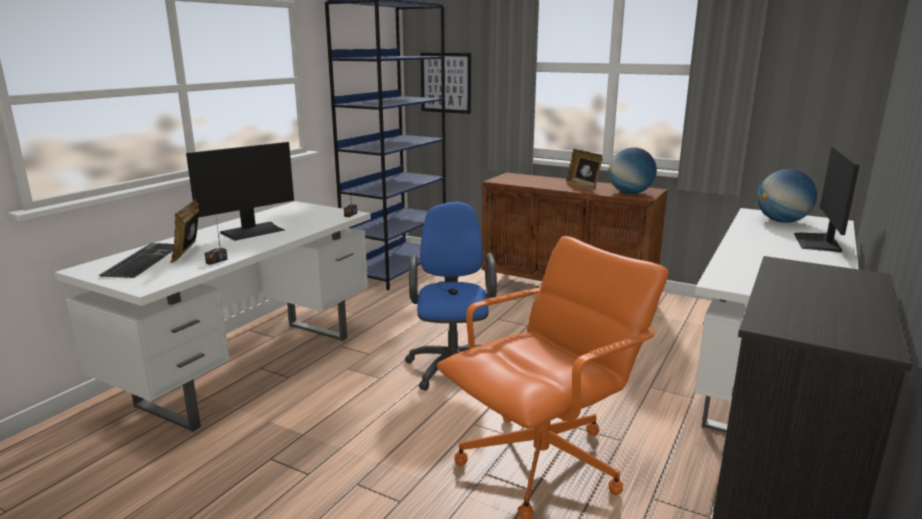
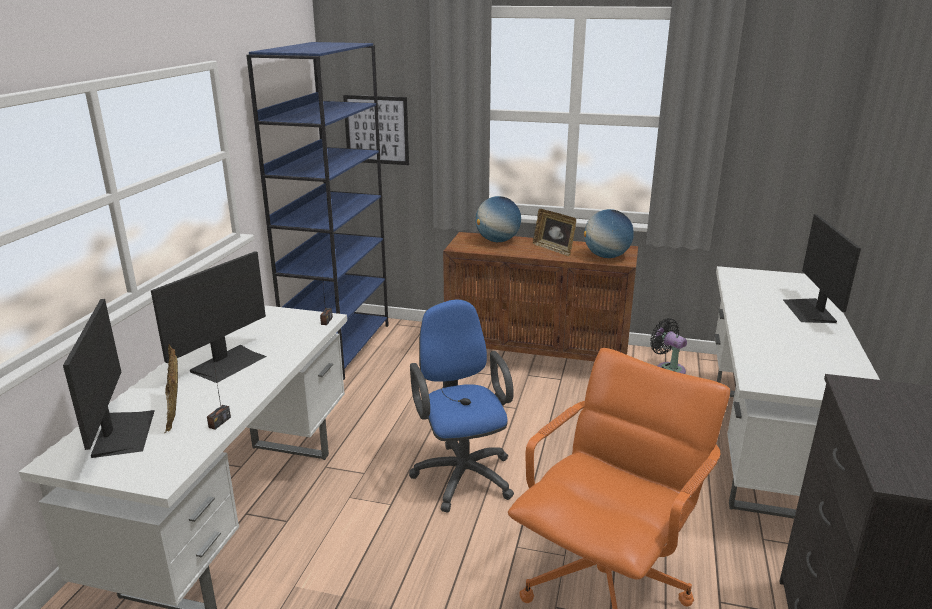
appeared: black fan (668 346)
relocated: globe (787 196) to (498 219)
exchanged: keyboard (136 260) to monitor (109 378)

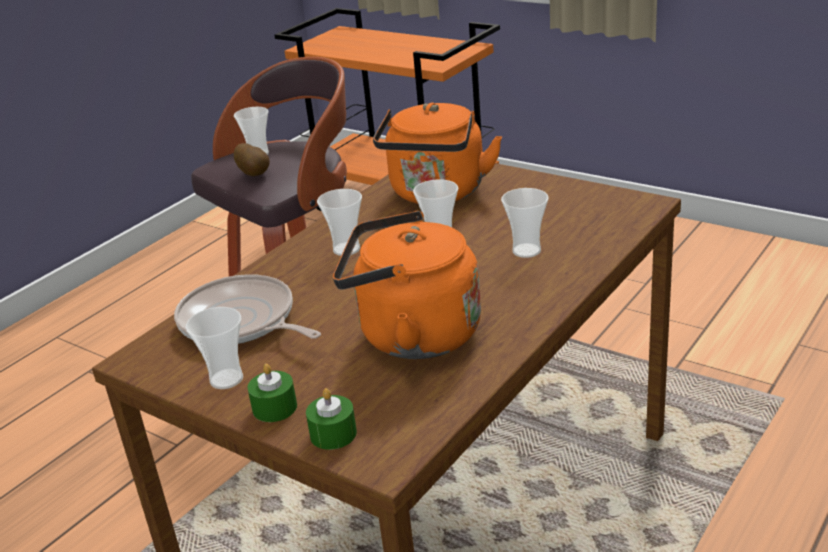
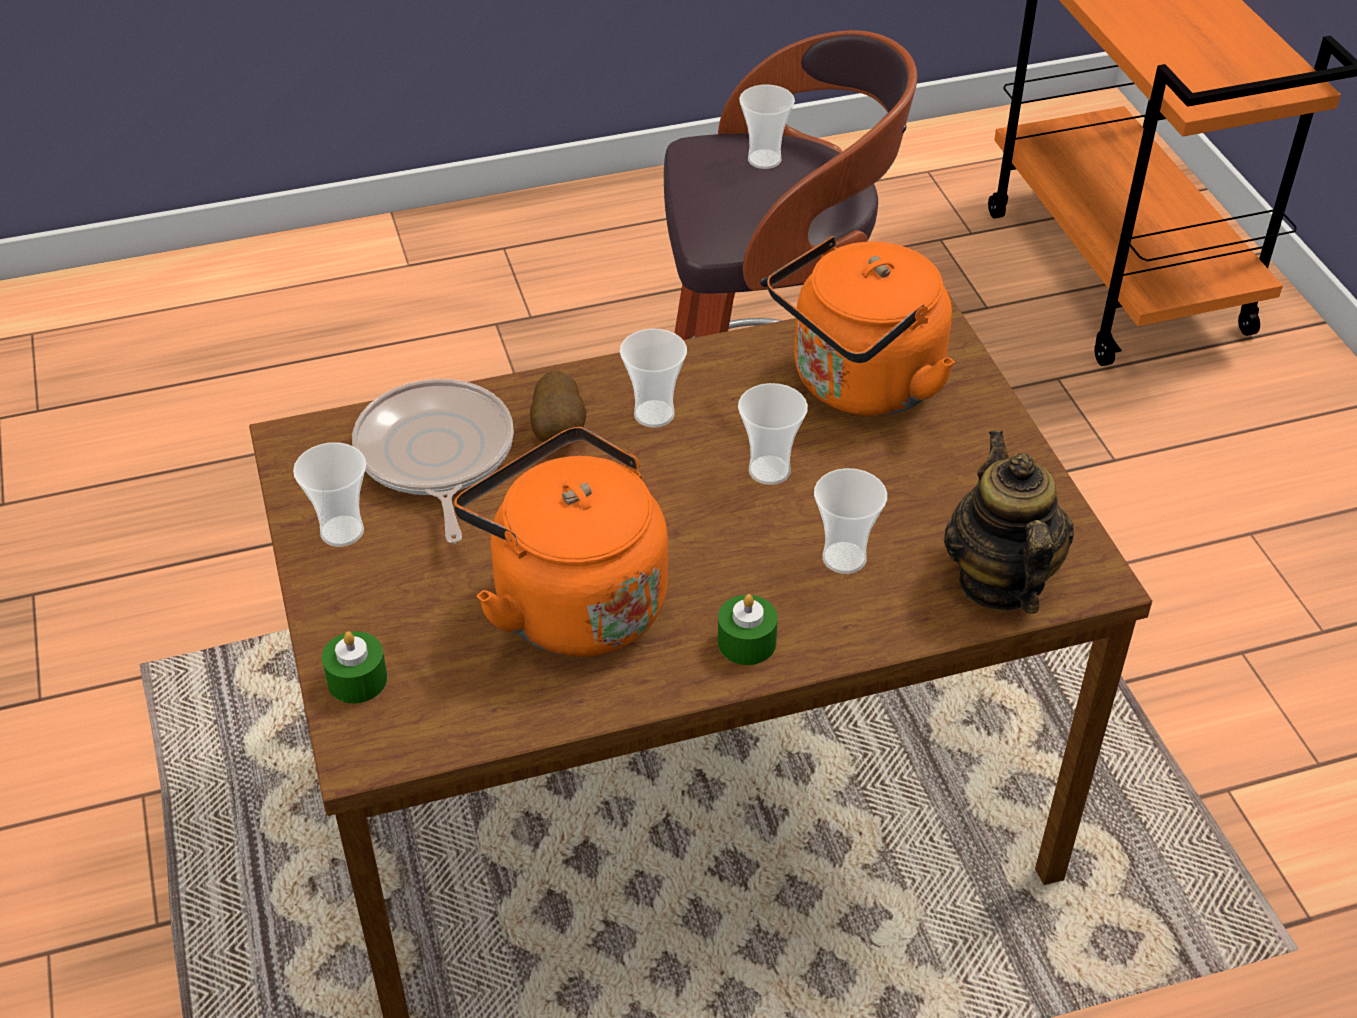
appeared: teapot (1009 522)
relocated: potato (252 159) to (558 406); green candle (272 393) to (748 629)

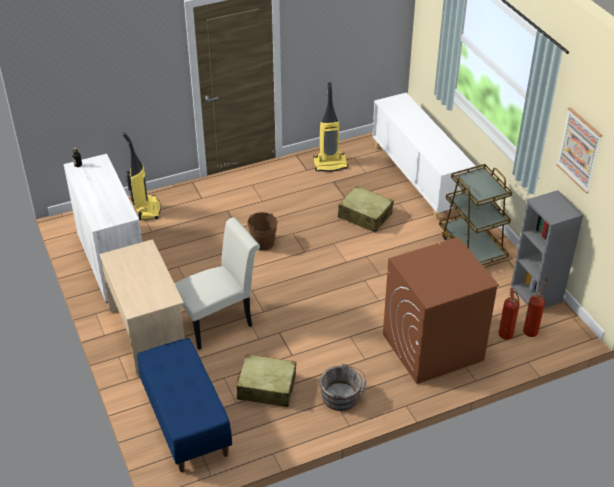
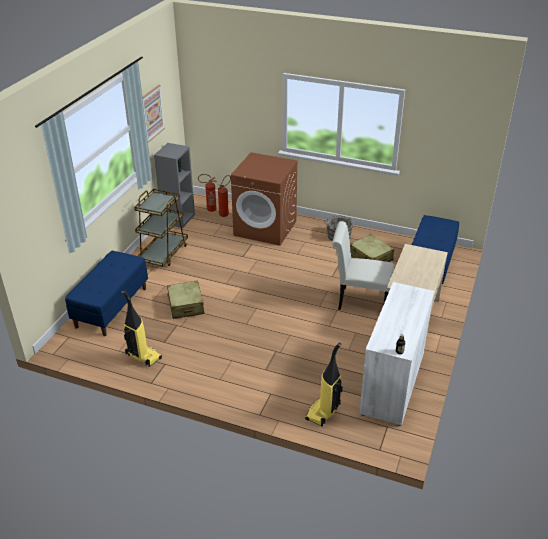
missing: brown bucket (262 231)
exchanged: white cabinet (424 156) to blue bench (106 293)

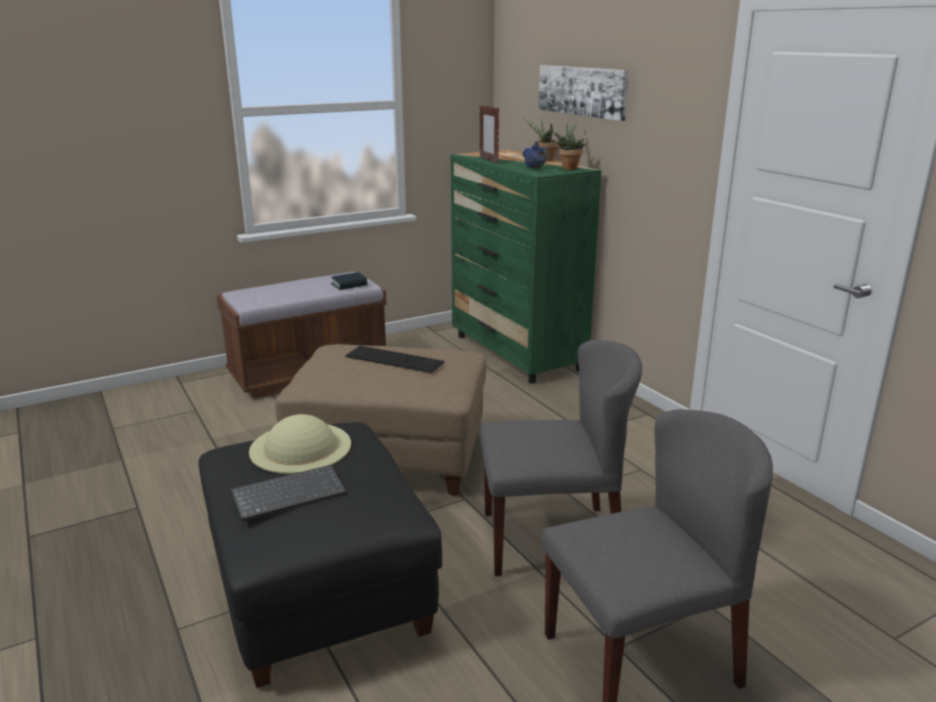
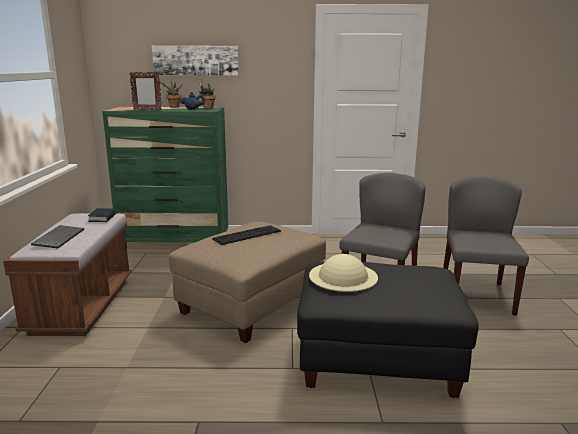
relocated: keyboard (288 493) to (57 237)

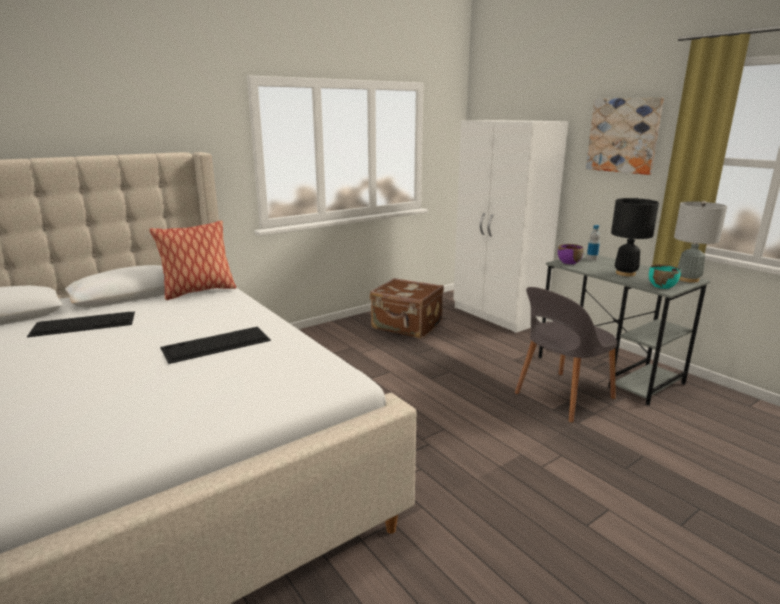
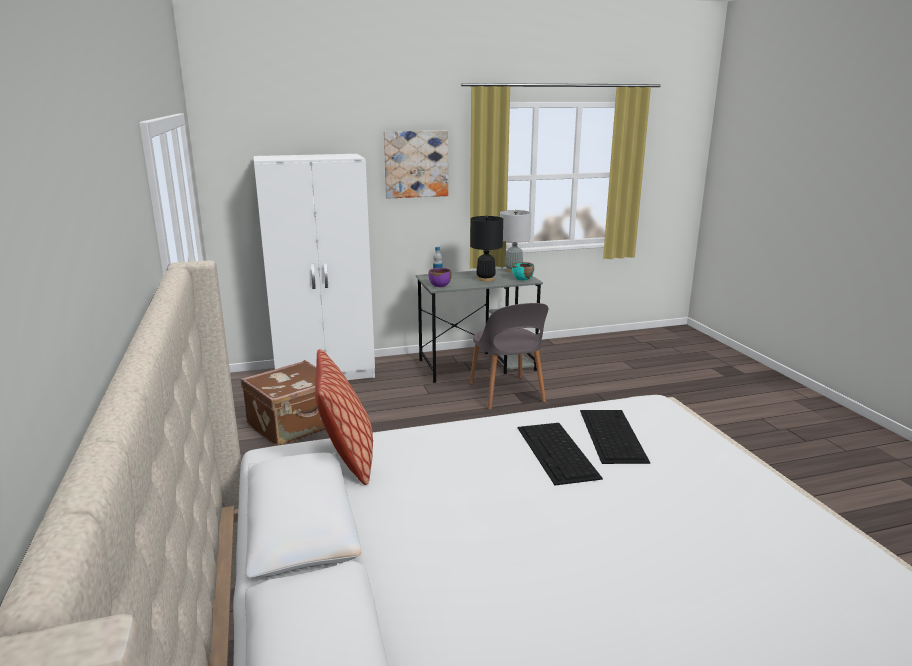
relocated: keyboard (81 324) to (615 437)

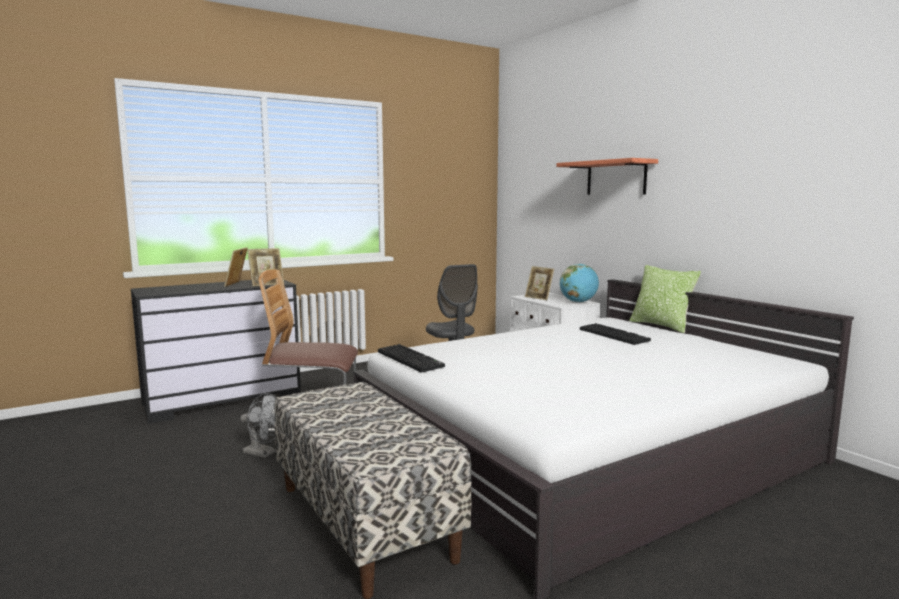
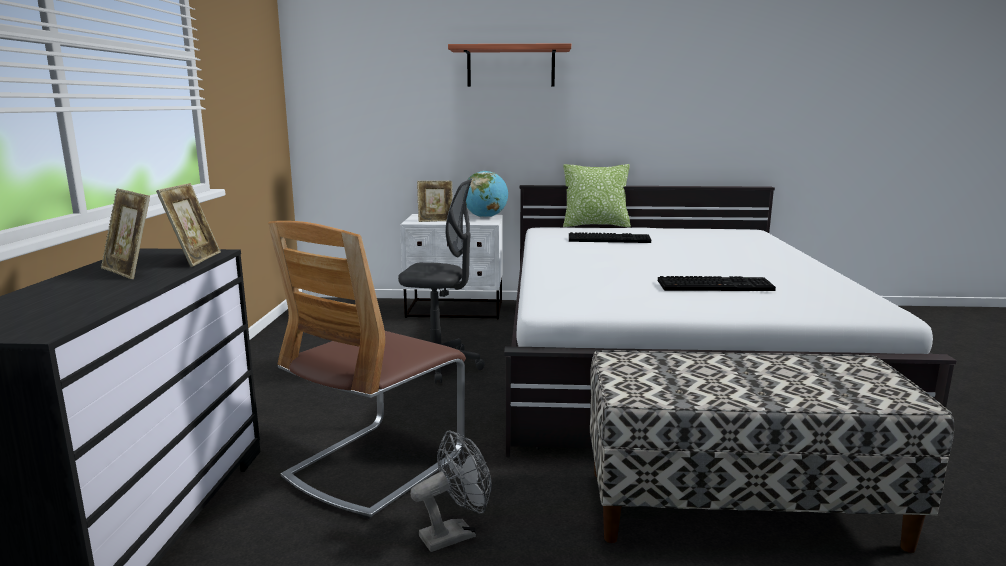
relocated: keyboard (411 358) to (717 283)

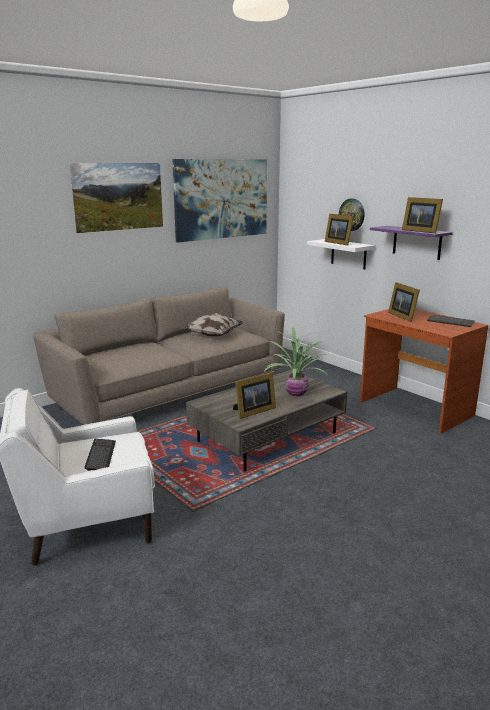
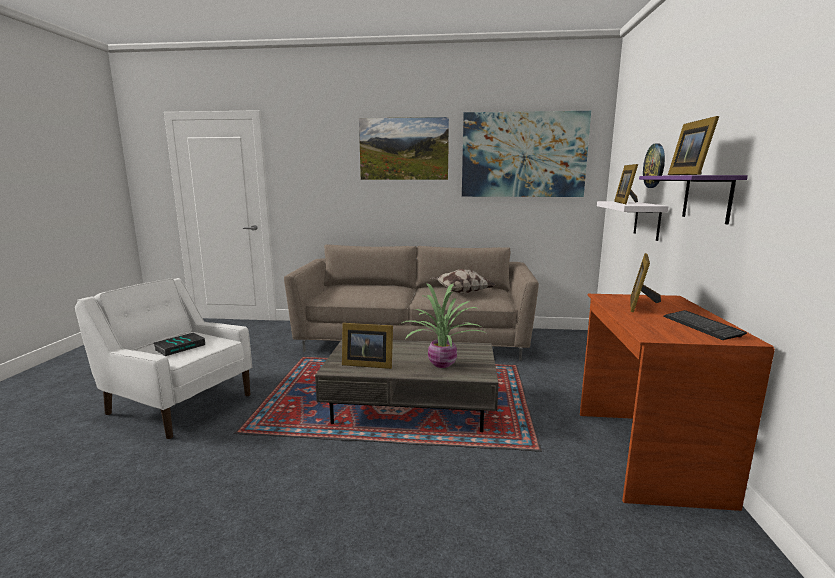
exchanged: keyboard (100 455) to book (179 344)

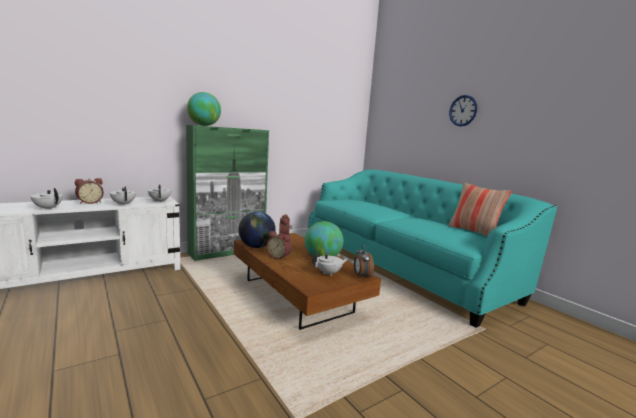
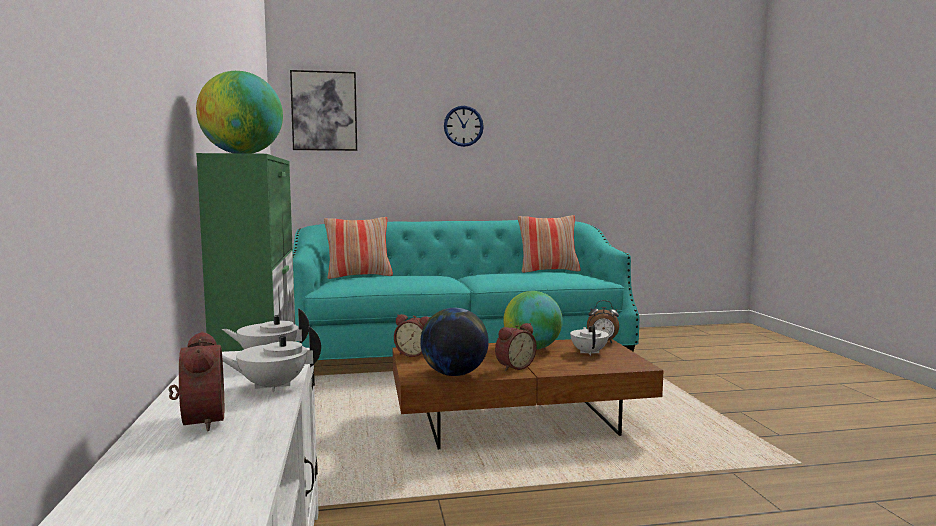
missing: white teapot (46 199)
appeared: picture (323 110); pillow (358 248)

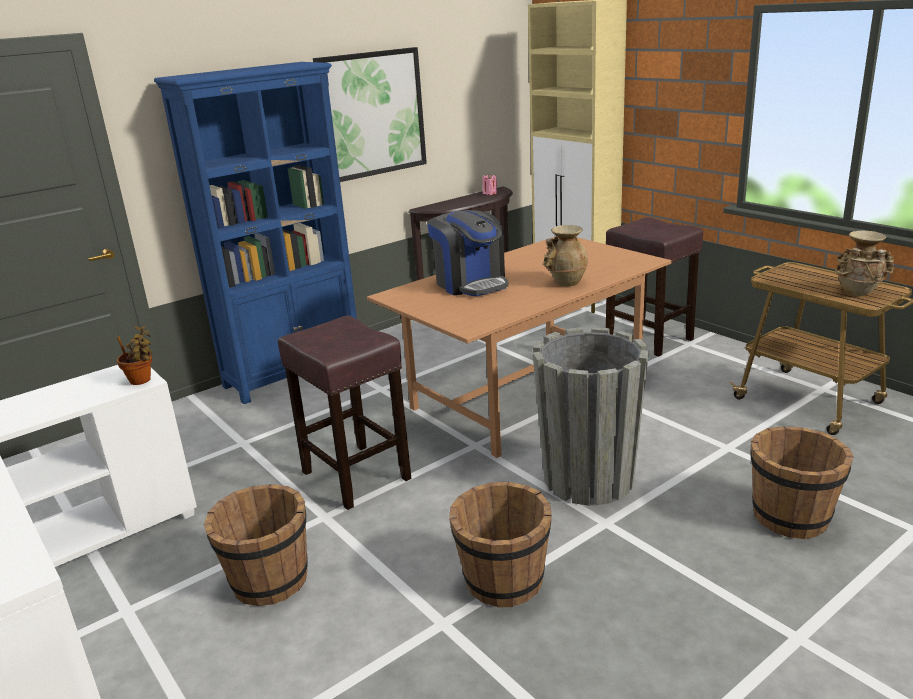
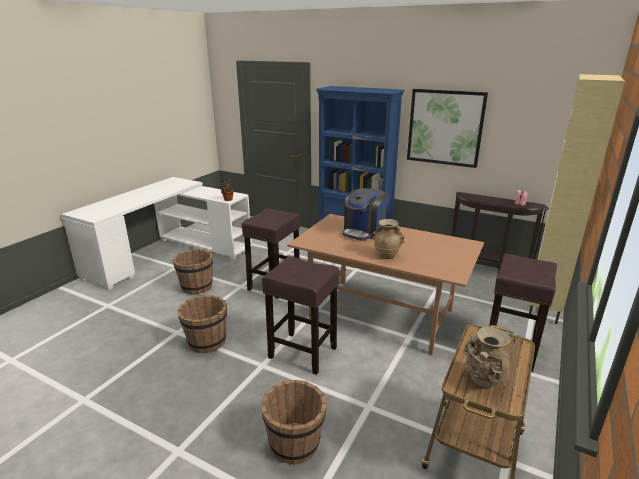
exchanged: grey planter (591 416) to brown stool (300 315)

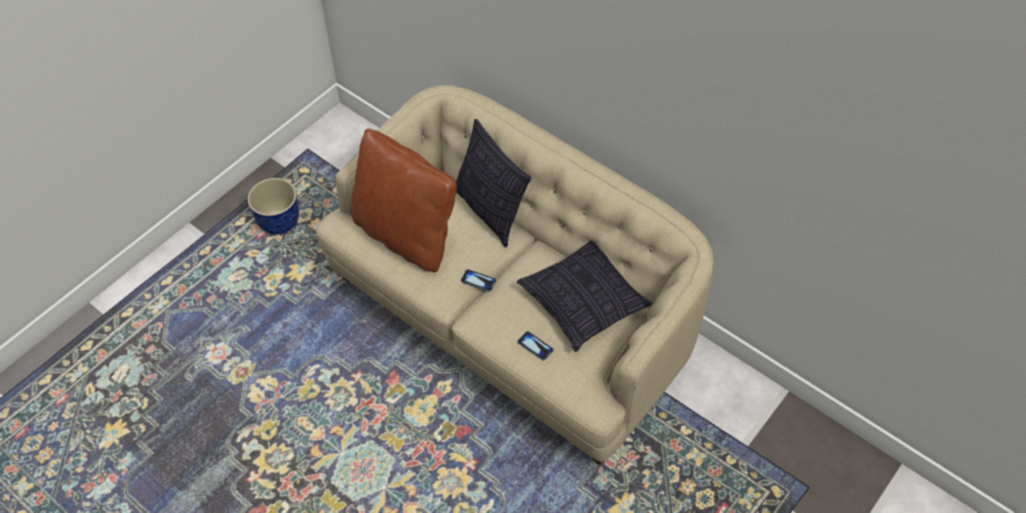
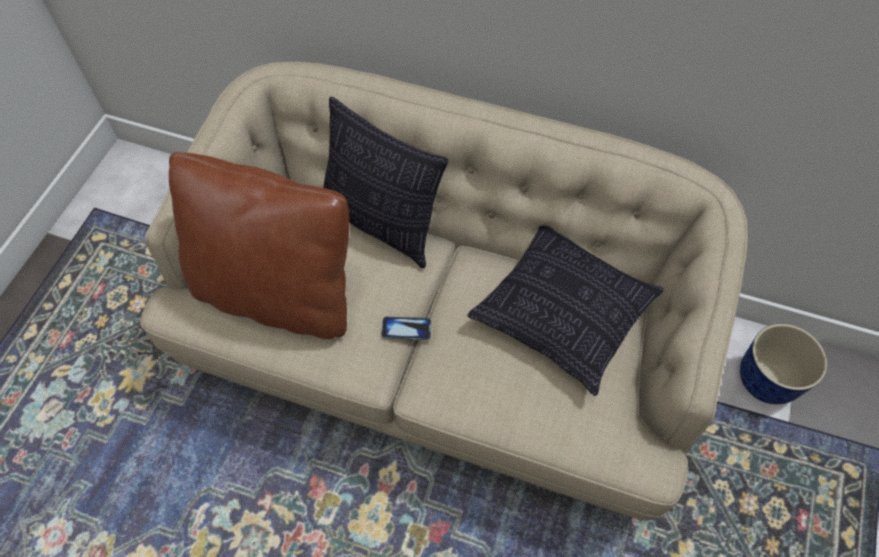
missing: phone (535 346)
relocated: planter (273 206) to (783 364)

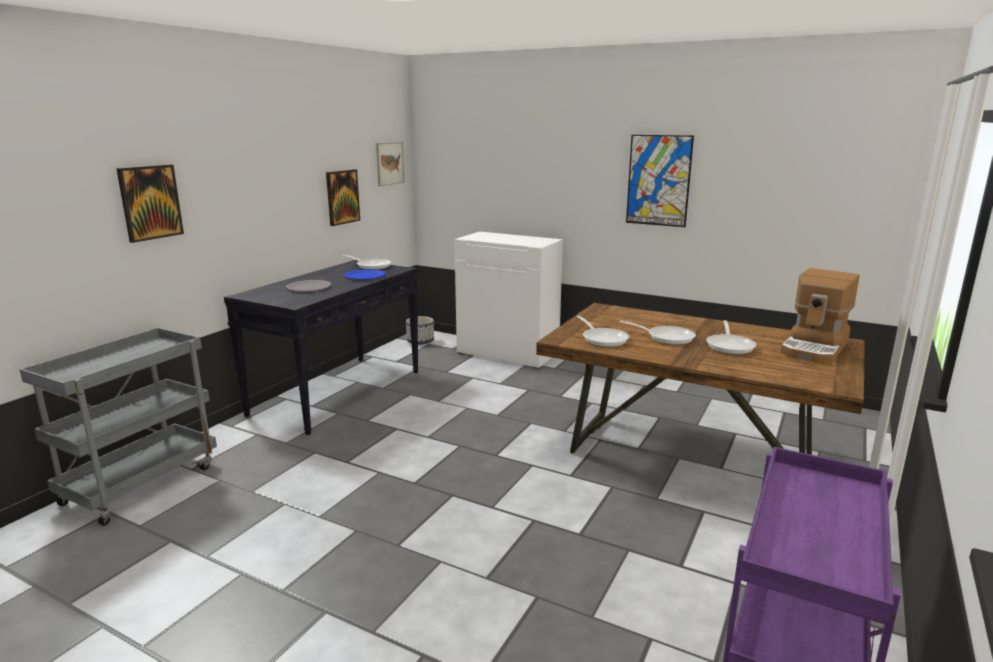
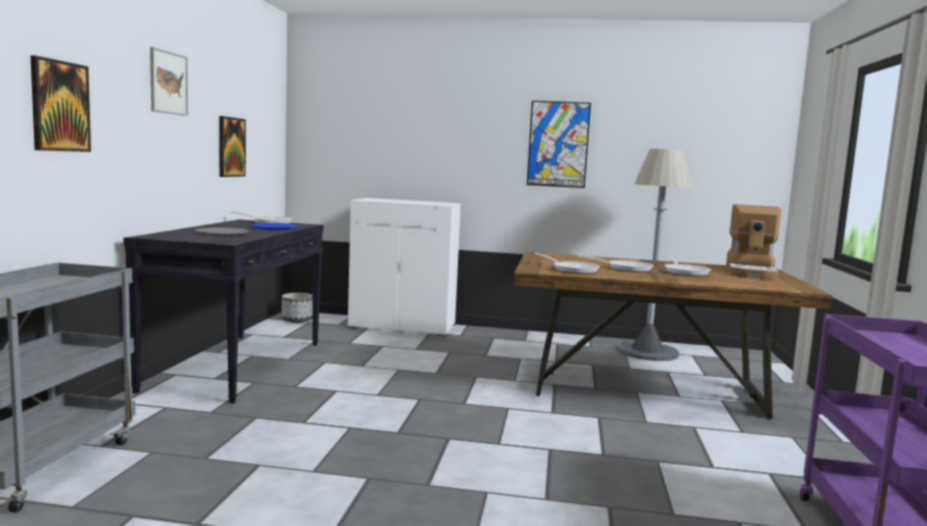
appeared: grey floor lamp (654 255)
relocated: picture (390 164) to (169 81)

